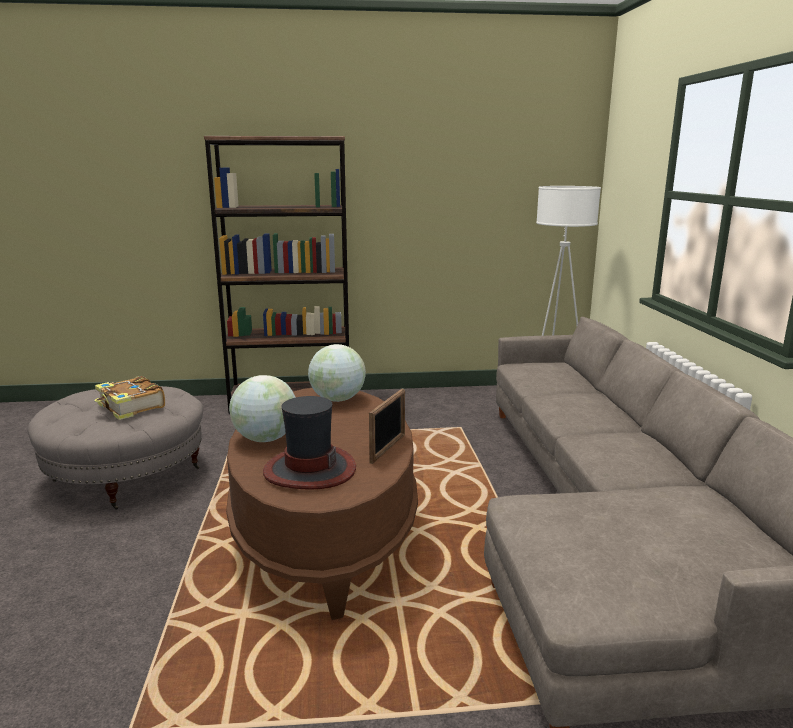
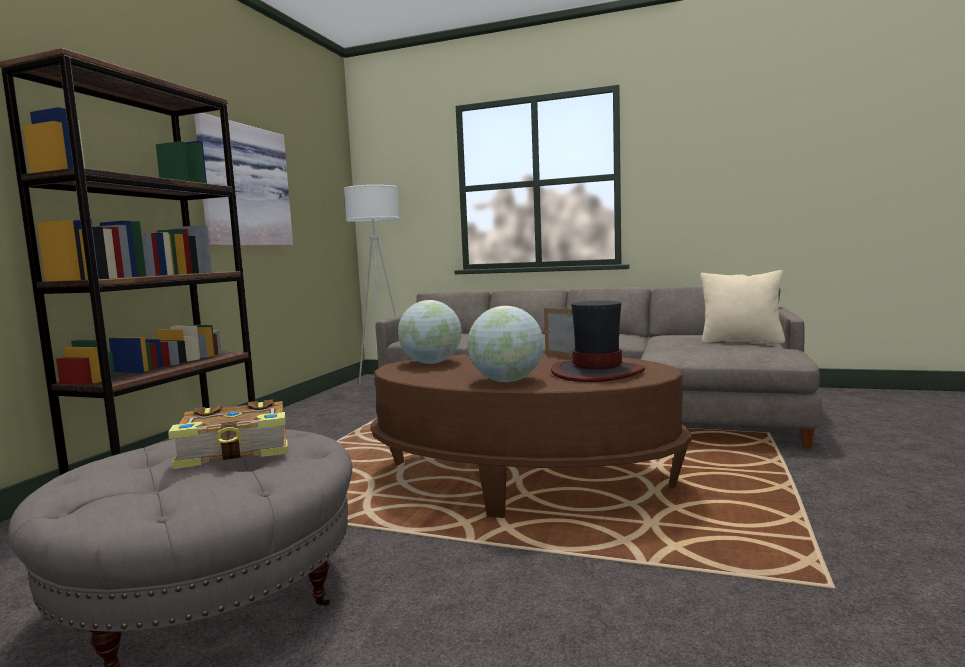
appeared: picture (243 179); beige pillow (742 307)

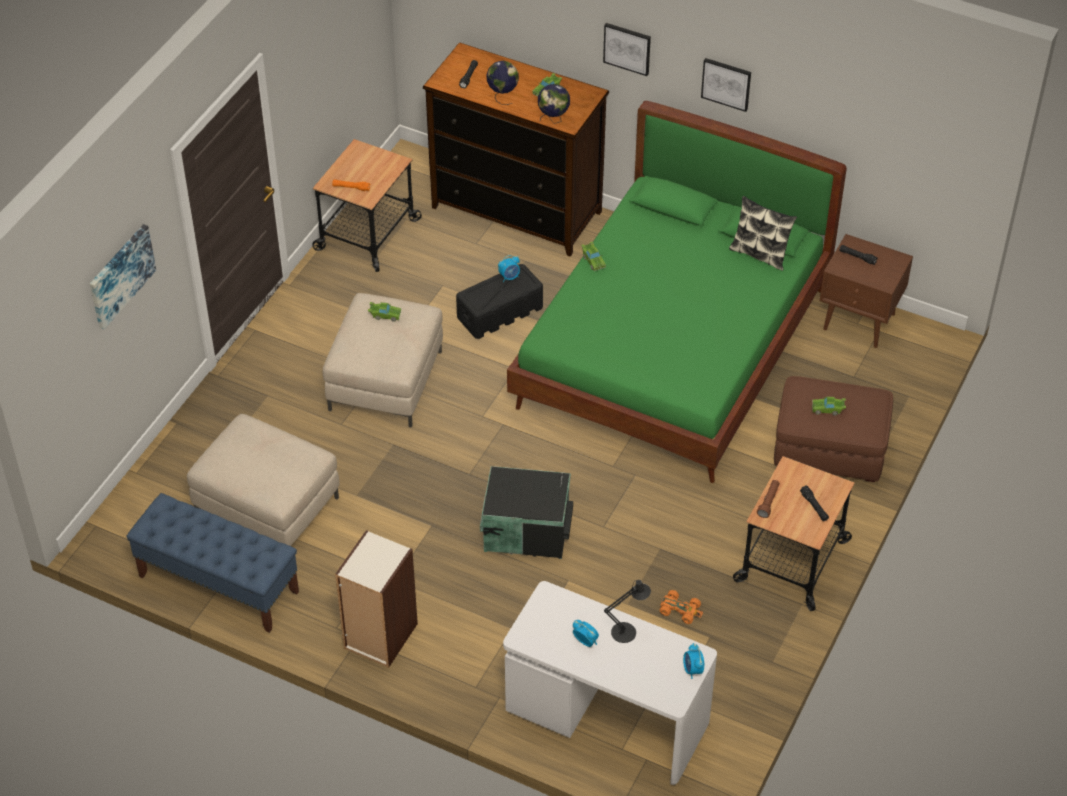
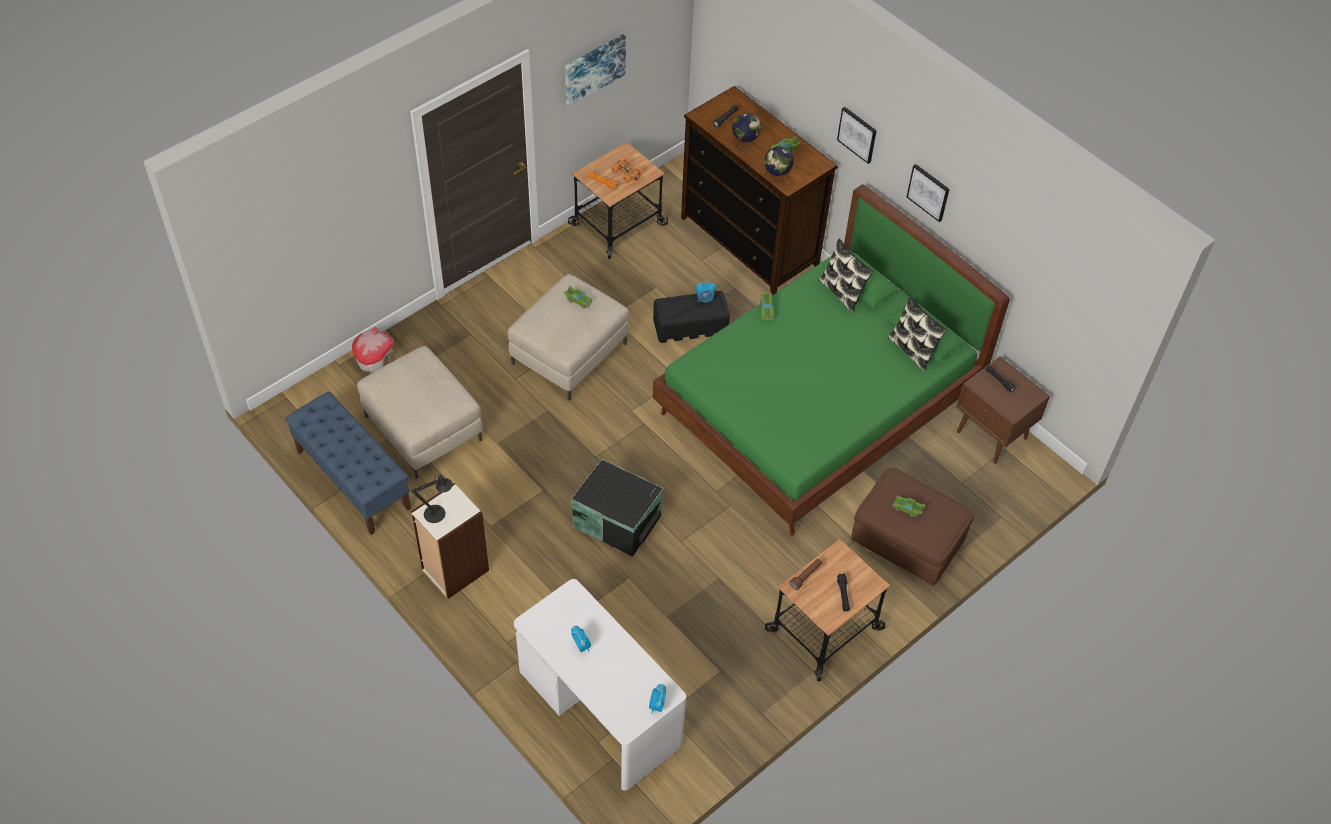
appeared: toy house (373 350); pillow (846 276)
relocated: black table lamp (627 611) to (432 498); picture (123 276) to (595 70); orange toy car (681 607) to (627 170)

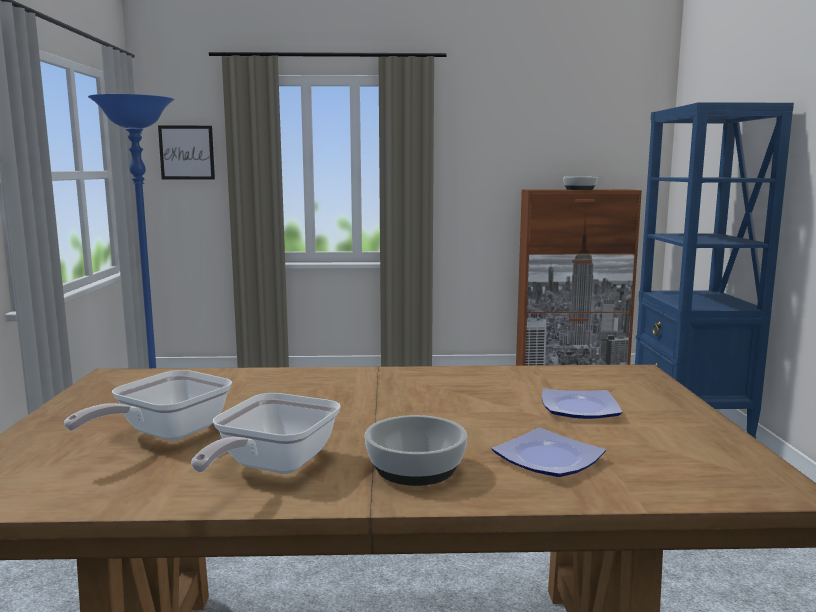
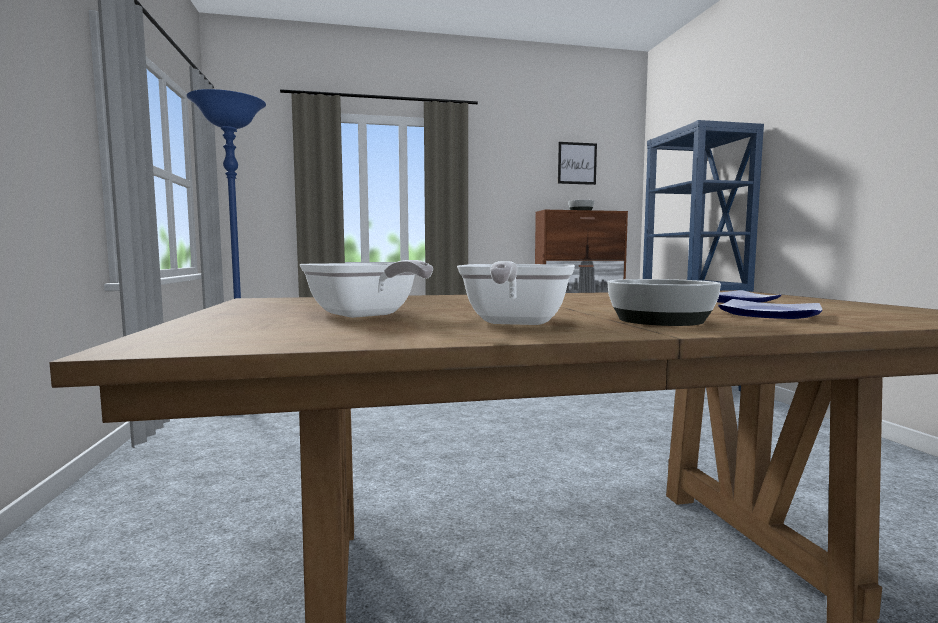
relocated: picture (186 152) to (577 163)
spun: frying pan (148 405) = (366 289) 60 degrees counterclockwise

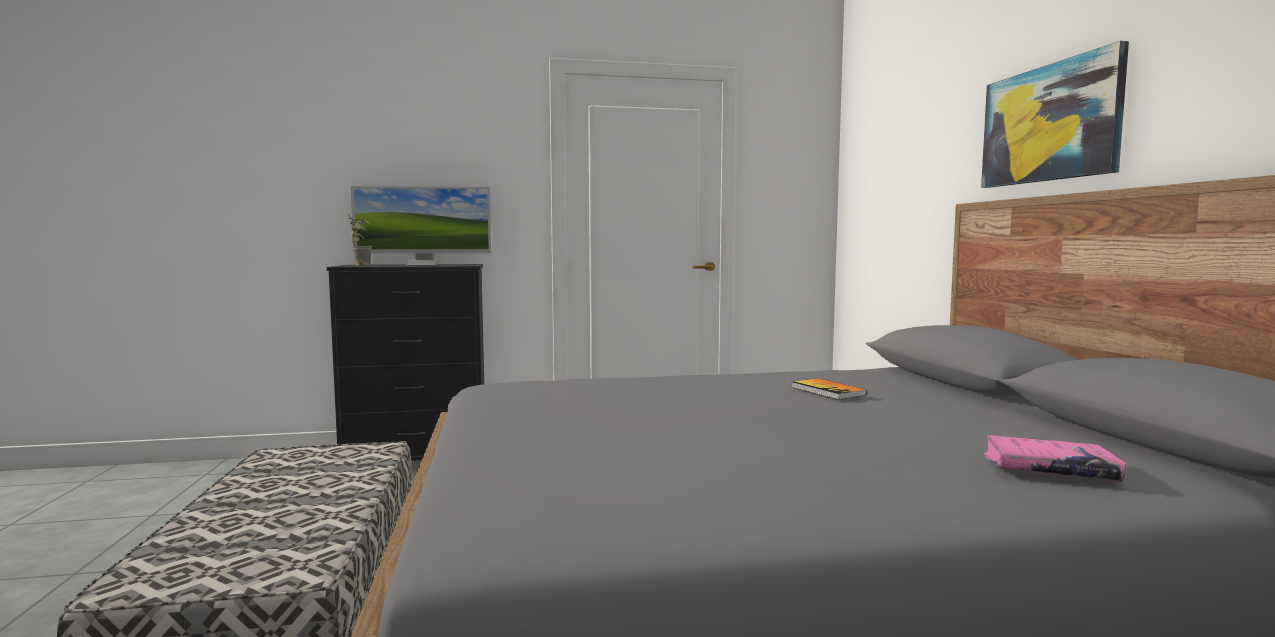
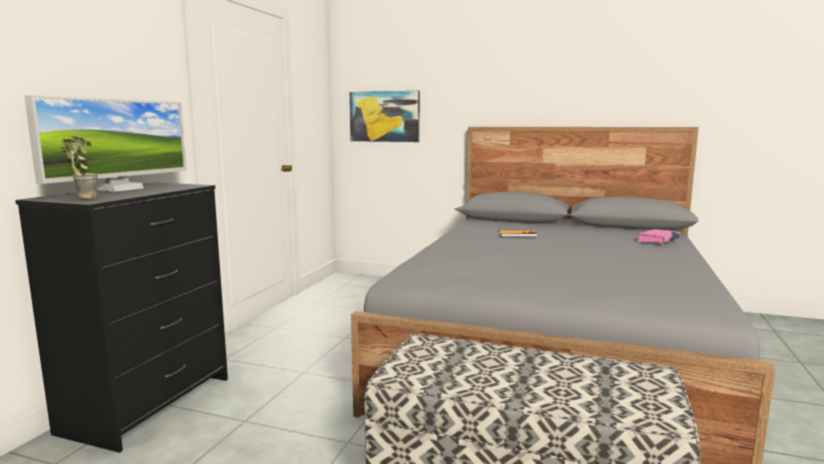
relocated: picture (1055 114) to (384 116)

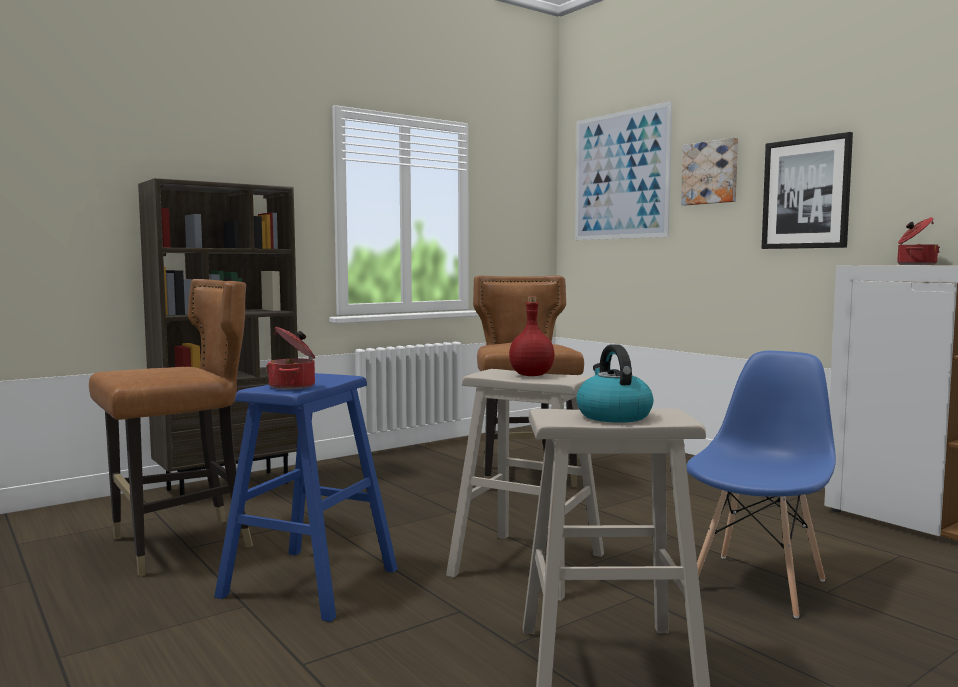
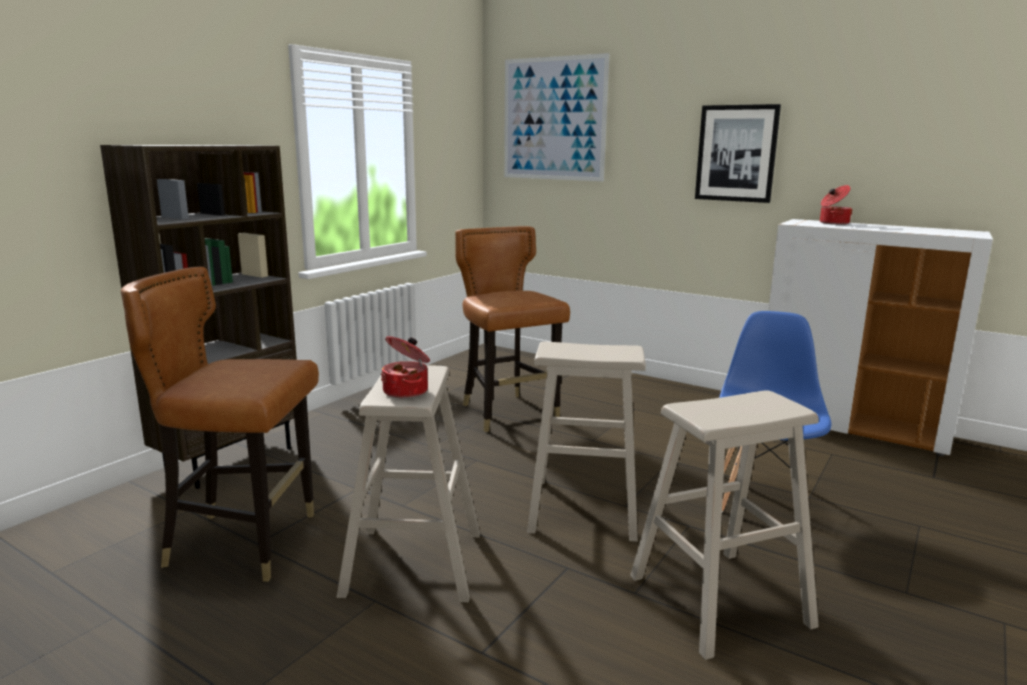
missing: red bottle (532 336); kettle (614 383); picture (709 171)
colour: blue stool (306 497) to beige stool (408 483)
spun: brown chair (171 428) = (220 424) 120 degrees counterclockwise

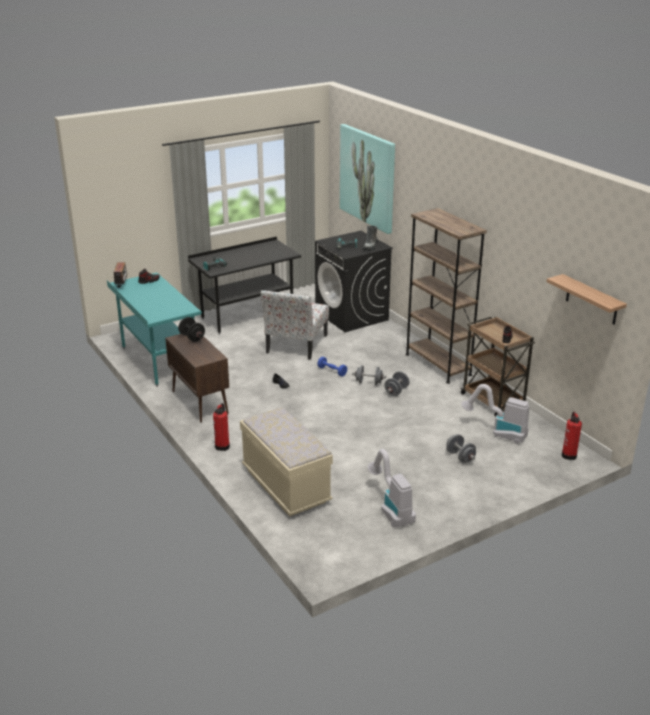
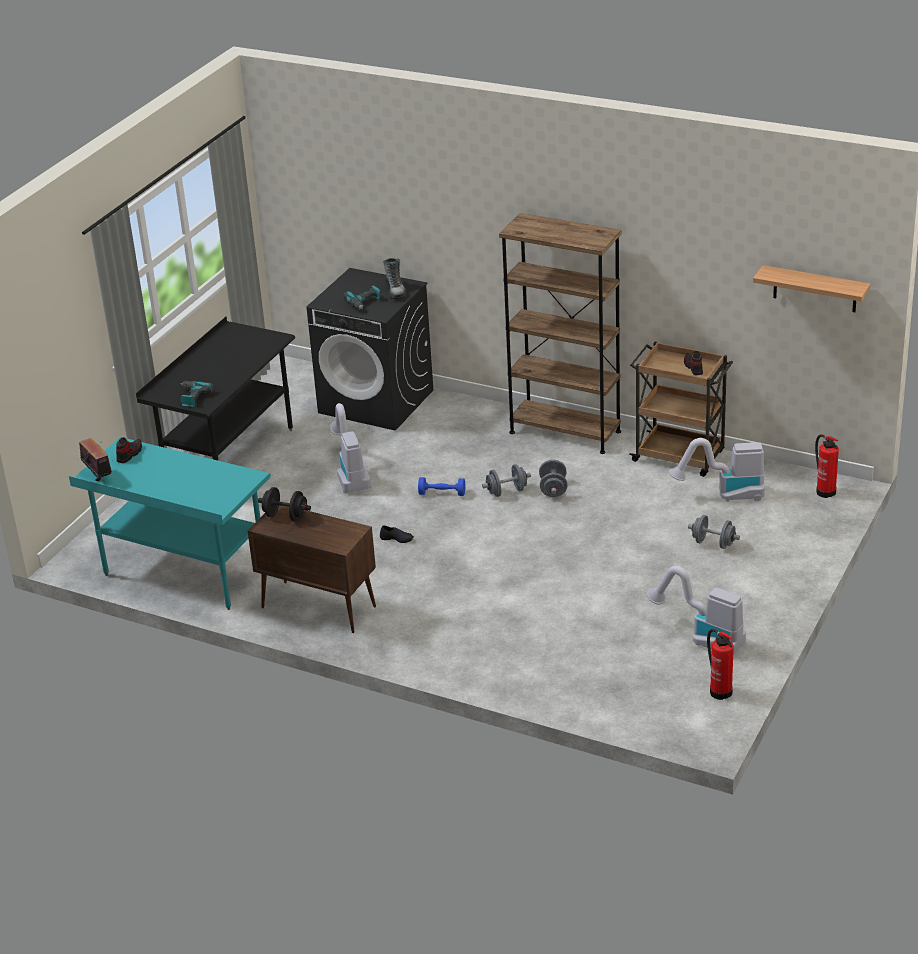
missing: beige bench (286 462); picture (367 179)
relocated: fire extinguisher (221 427) to (720 664)
exchanged: chair (295 325) to vacuum cleaner (350 448)

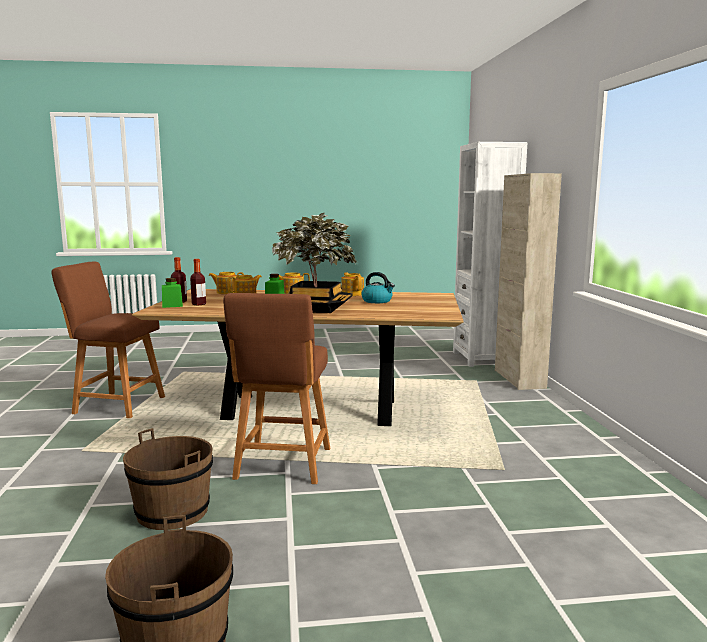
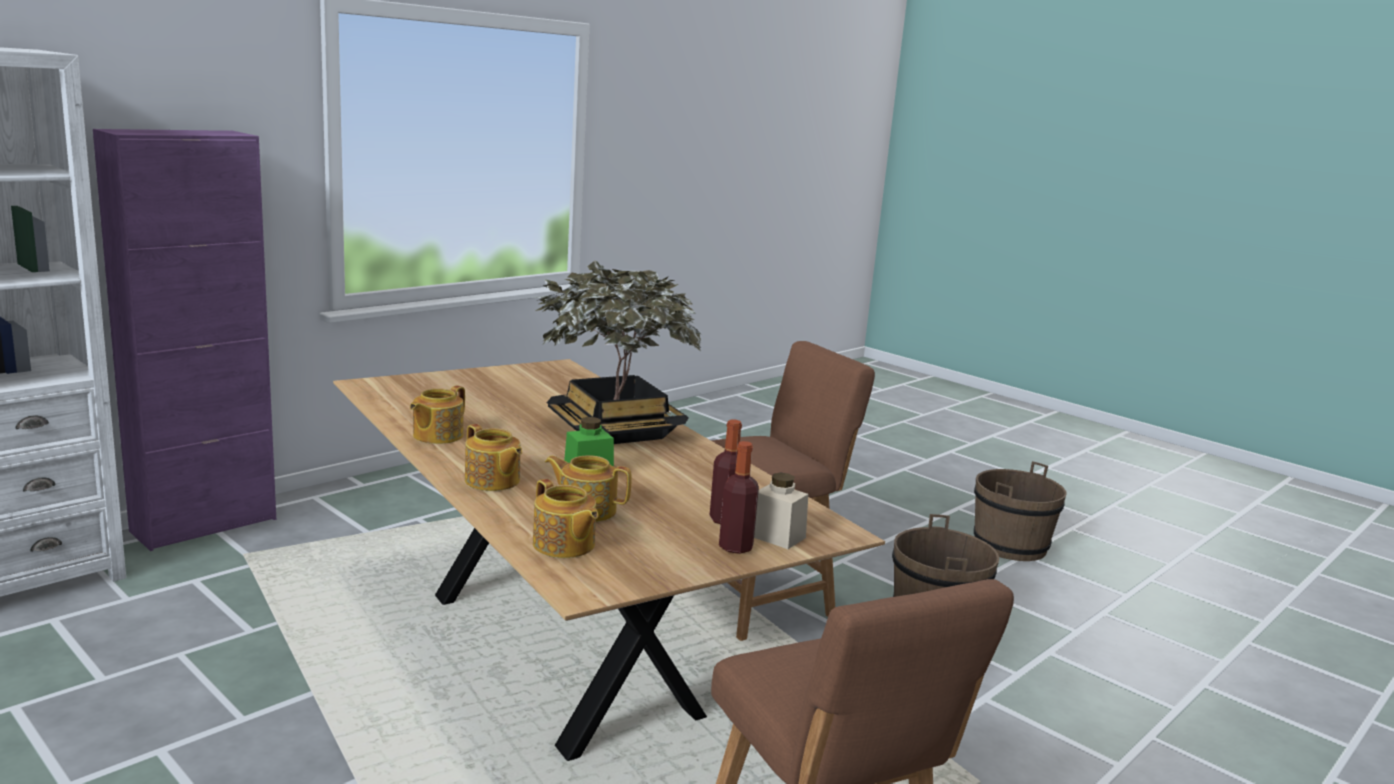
missing: kettle (378 287)
colour: beige cabinet (528 281) to purple cabinet (184 340); green jar (172 293) to beige jar (781 510)

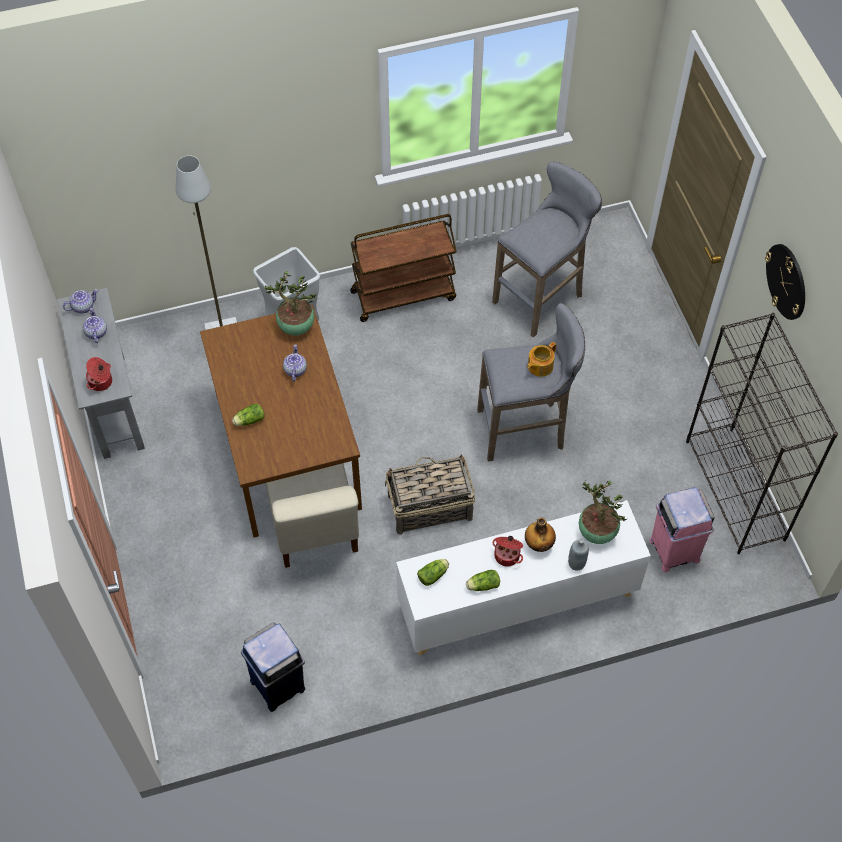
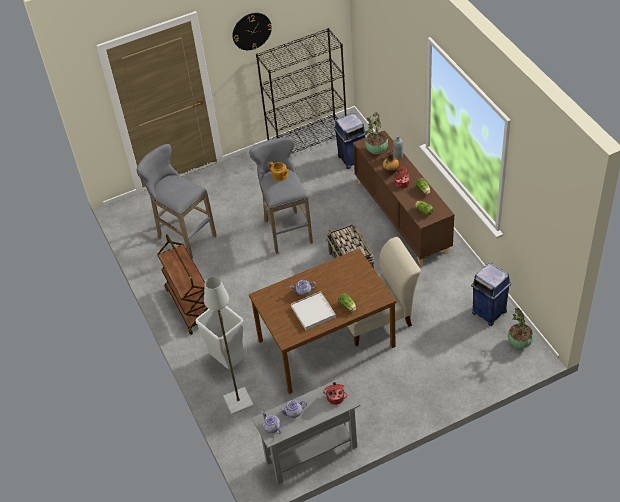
appeared: white tray (313 310)
relocated: potted plant (291 303) to (521 328)
colour: pink trash can (682 529) to blue trash can (350 141); white cabinet (523 577) to brown cabinet (403 197)

